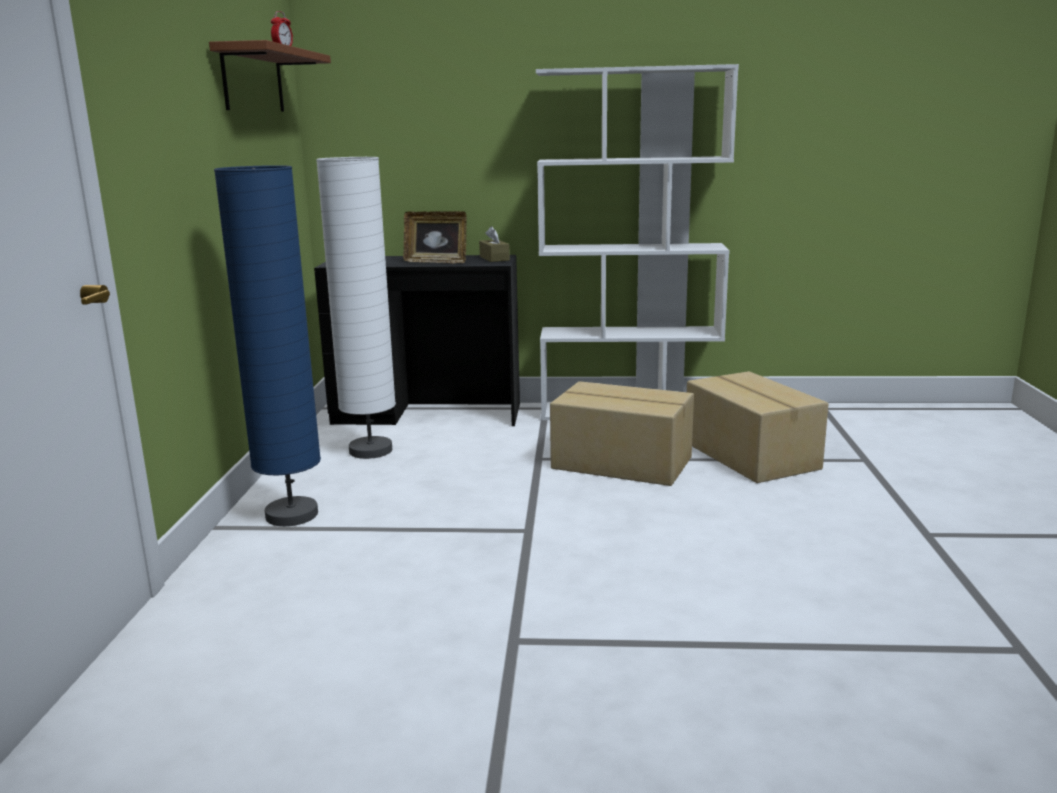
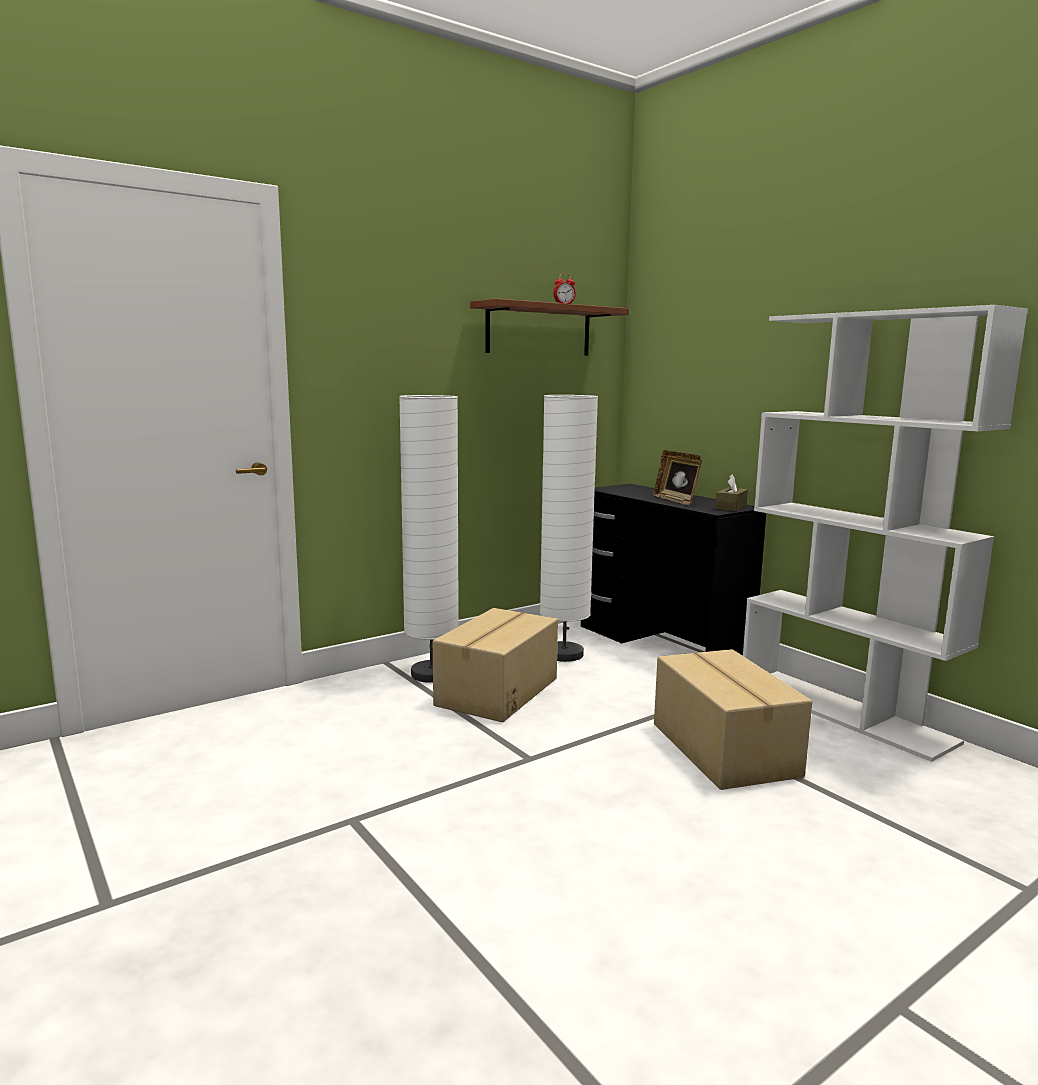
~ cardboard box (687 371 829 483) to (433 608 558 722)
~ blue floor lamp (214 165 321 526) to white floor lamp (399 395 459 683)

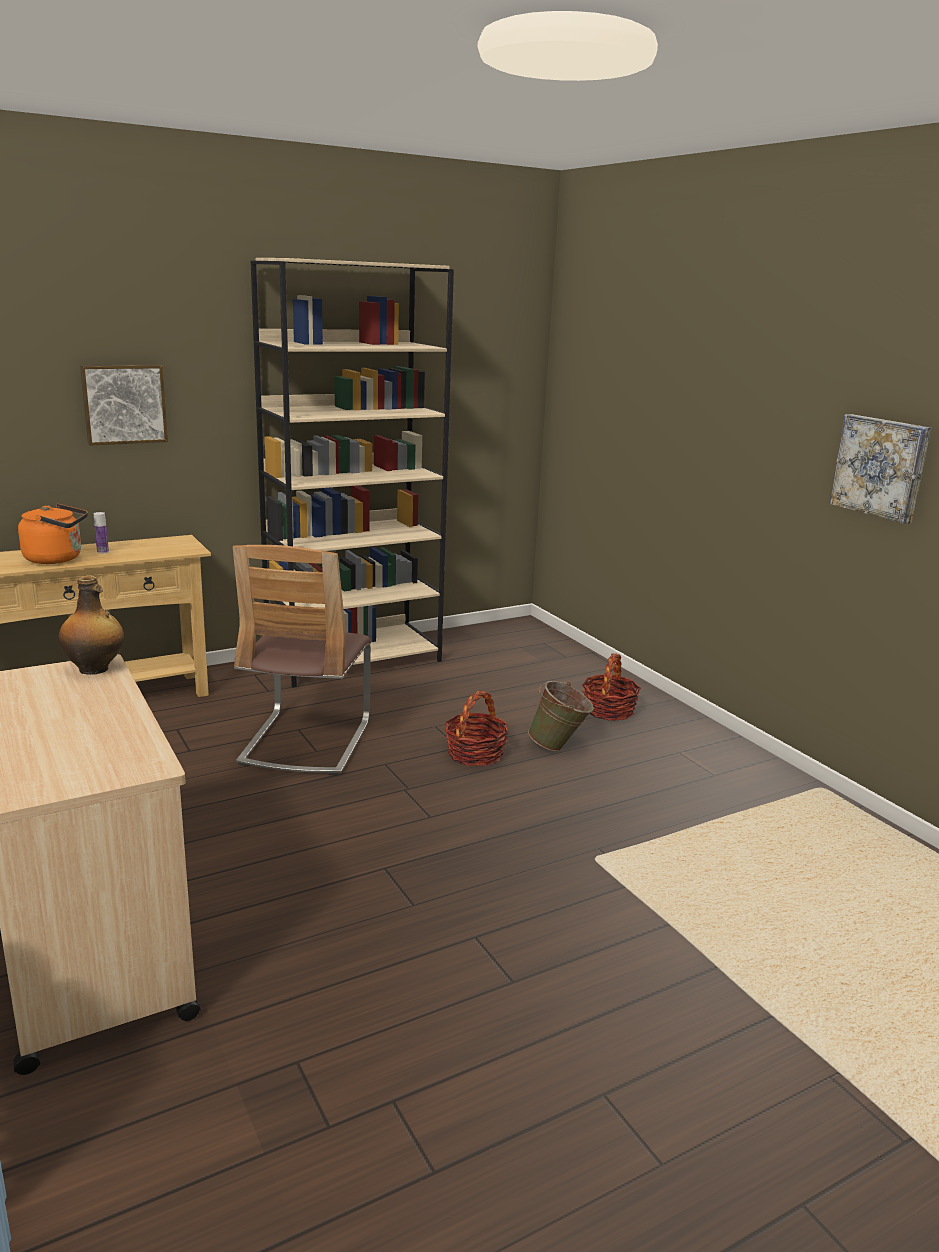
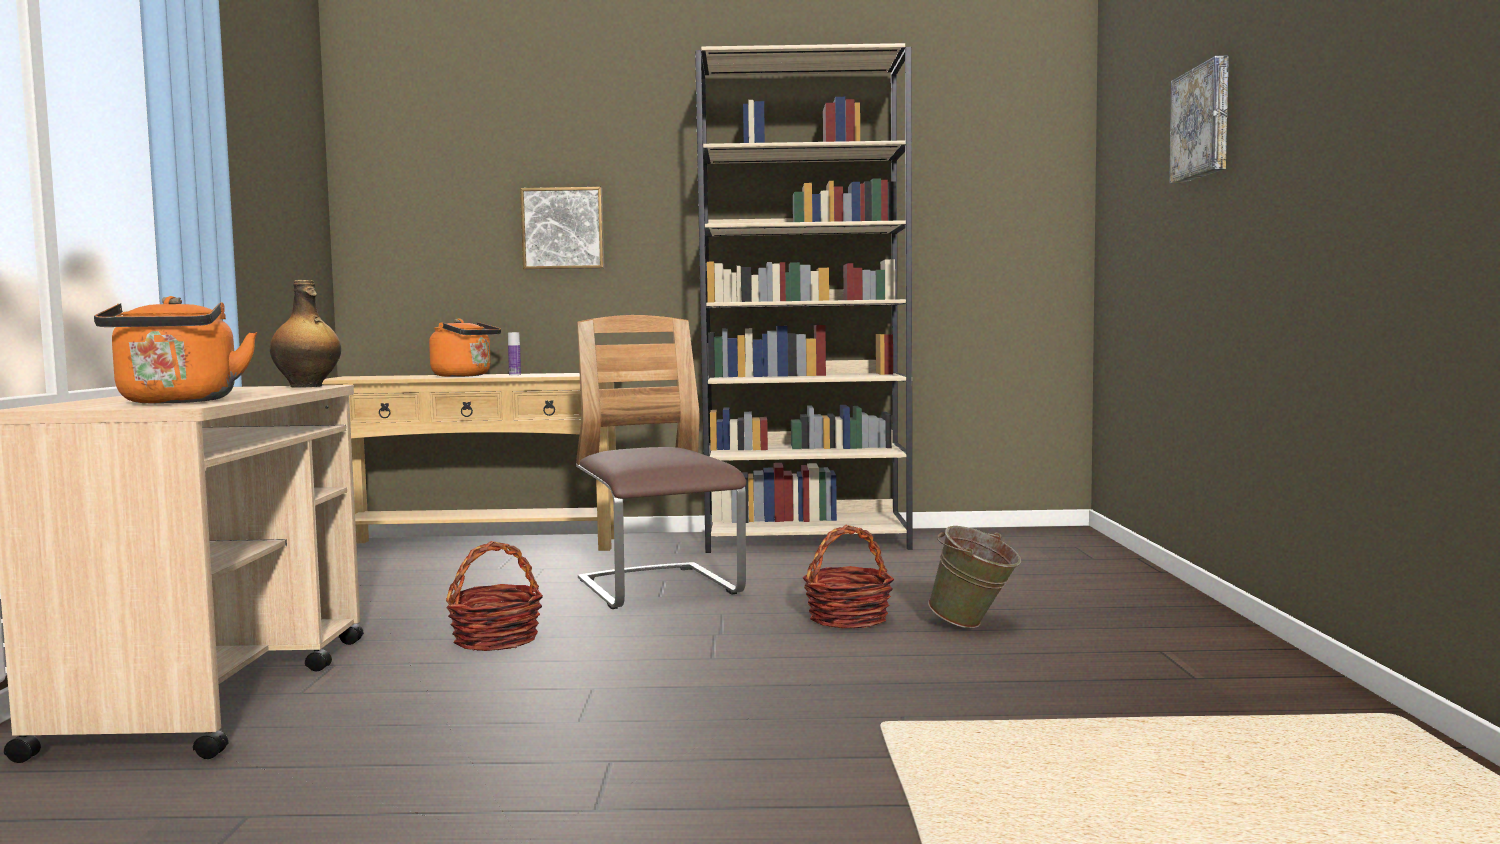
+ orange kettle (94 296 257 404)
~ basket (582 653 641 721) to (446 541 543 651)
~ picture (829 414 931 524) to (1169 56 1229 184)
~ chair (233 545 371 775) = (576 315 746 609) 120 degrees clockwise

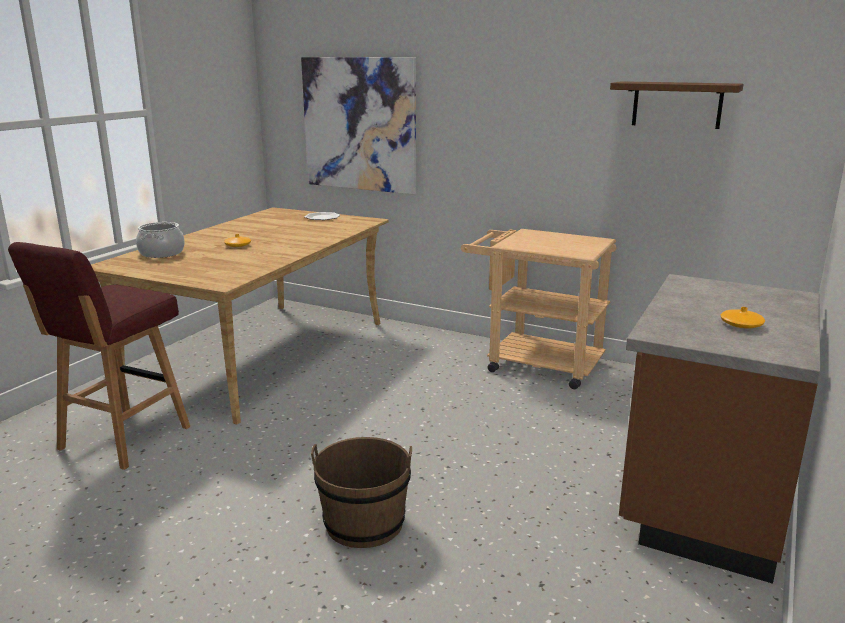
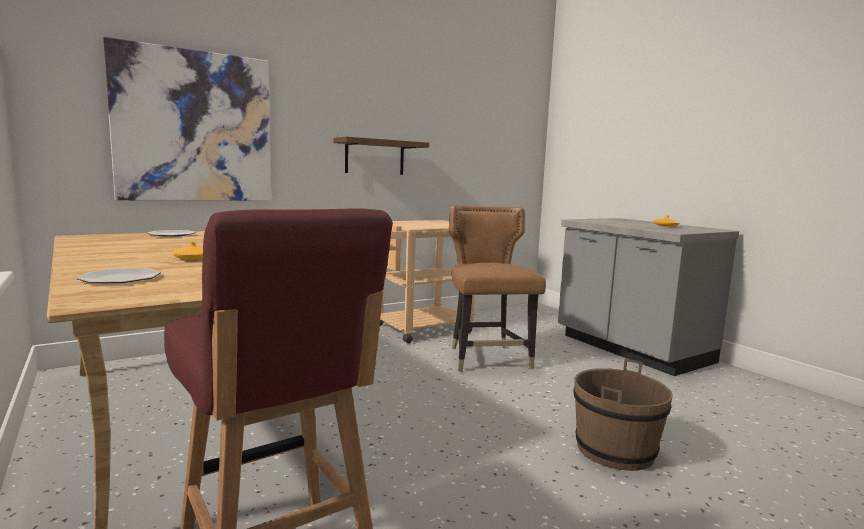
+ brown chair (449 205 546 371)
~ brown shelf (610 81 743 129) to (333 137 429 175)
~ cooking pot (136 222 185 258) to plate (76 268 161 283)
~ brown counter (619 274 820 584) to grey counter (558 218 739 376)

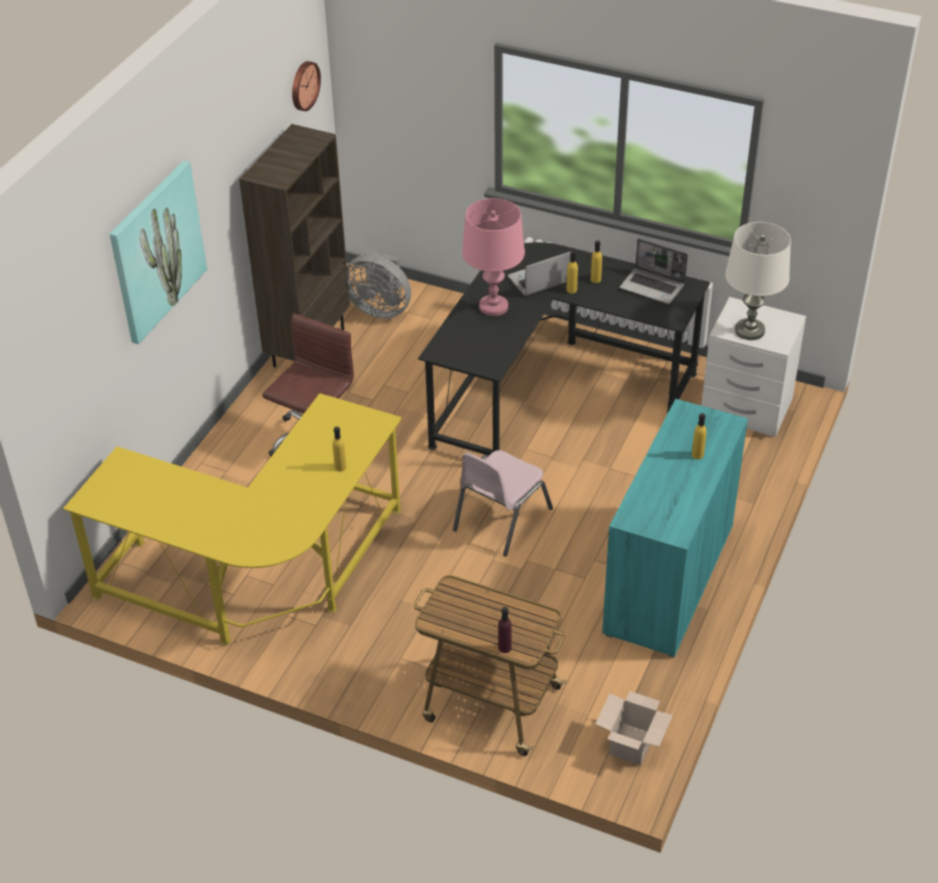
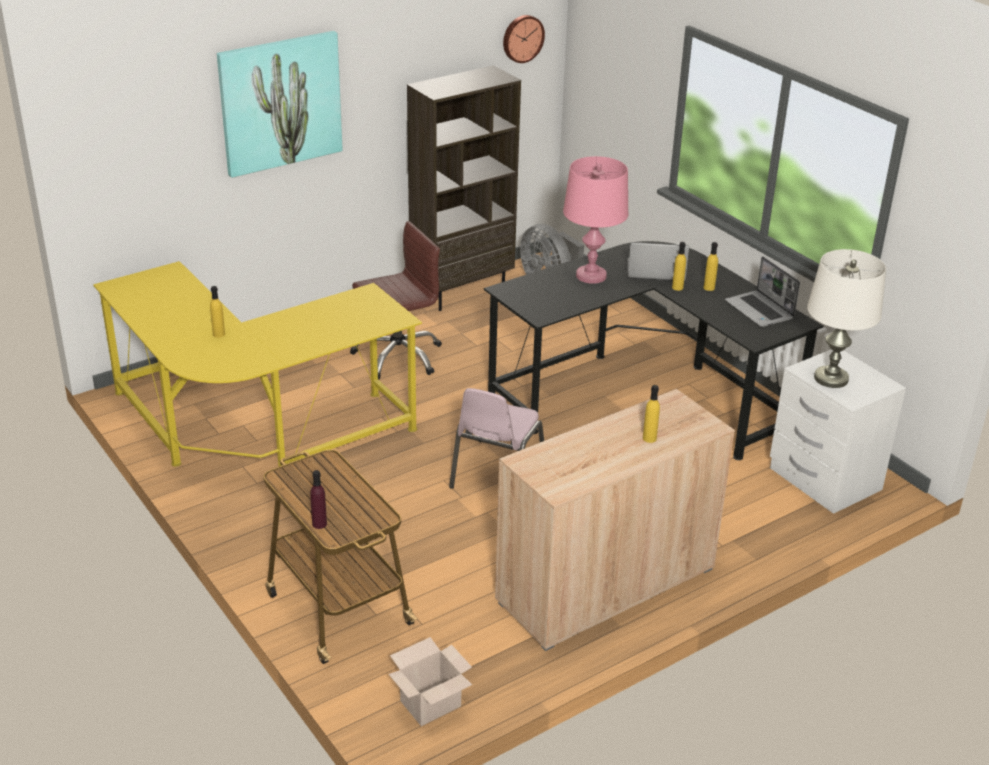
~ yellow bottle (332 427 346 472) to (210 286 225 338)
~ turquoise cabinet (602 399 748 658) to beige cabinet (495 389 735 651)
~ pink chair (453 450 553 557) = (449 388 544 489) 45 degrees counterclockwise

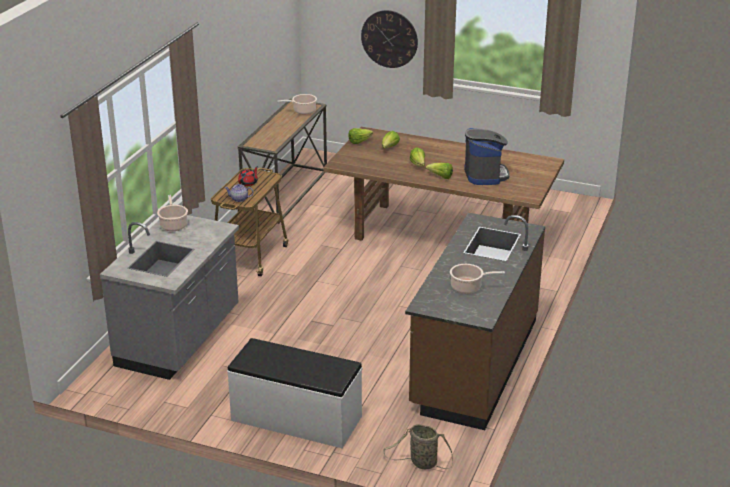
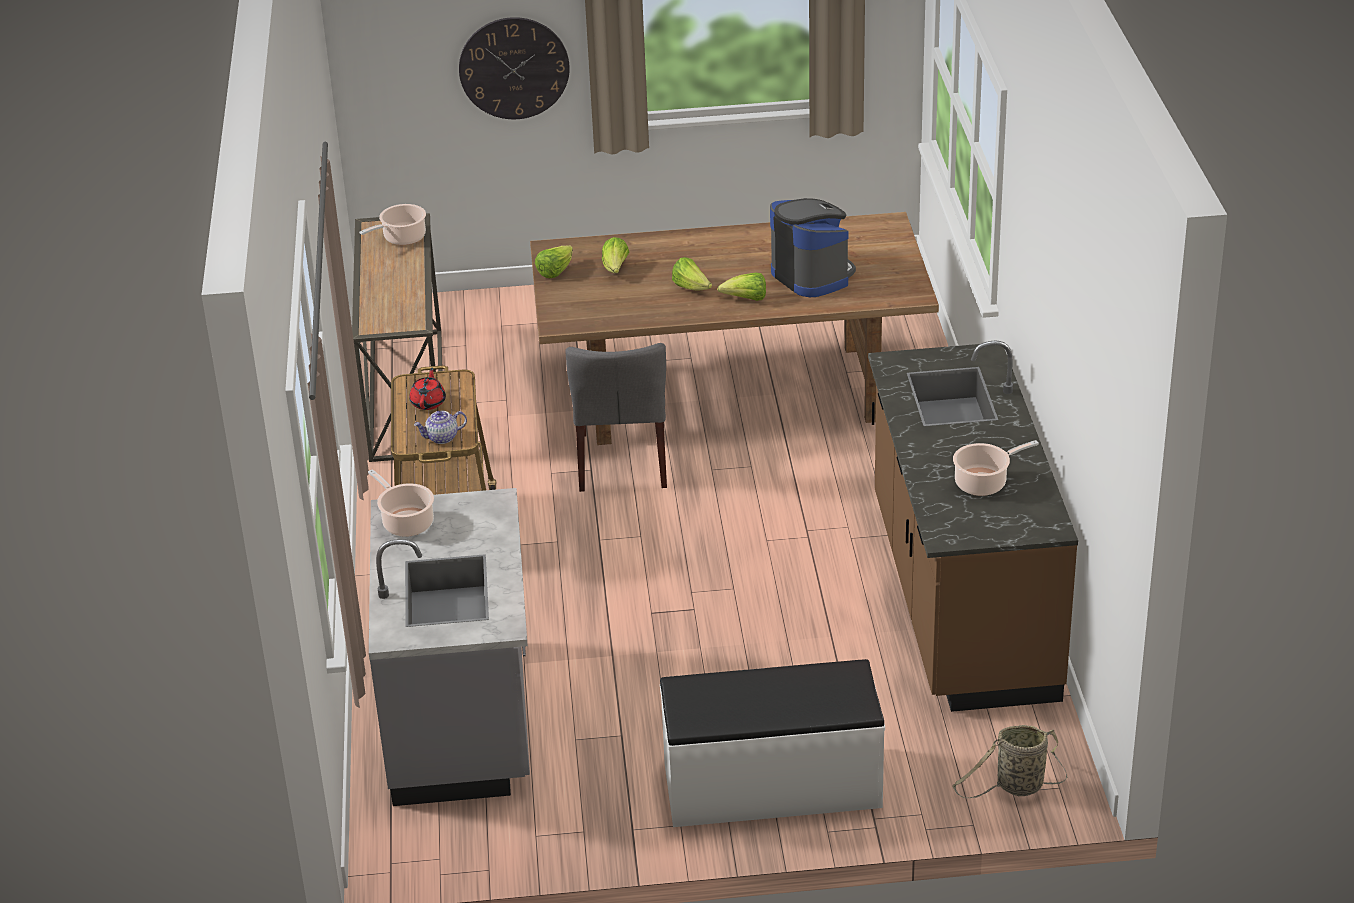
+ grey chair (565 343 667 492)

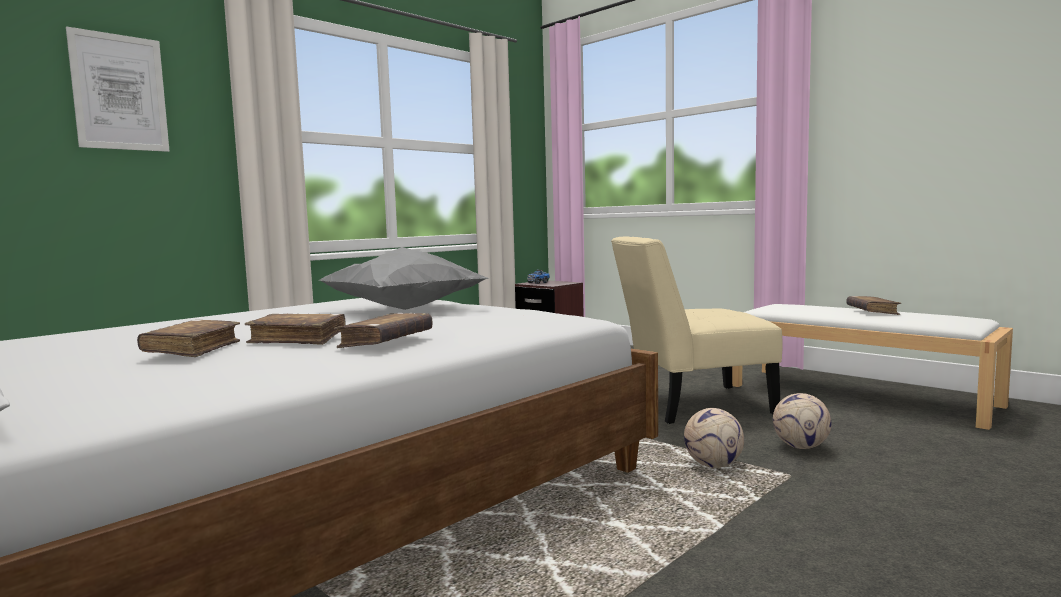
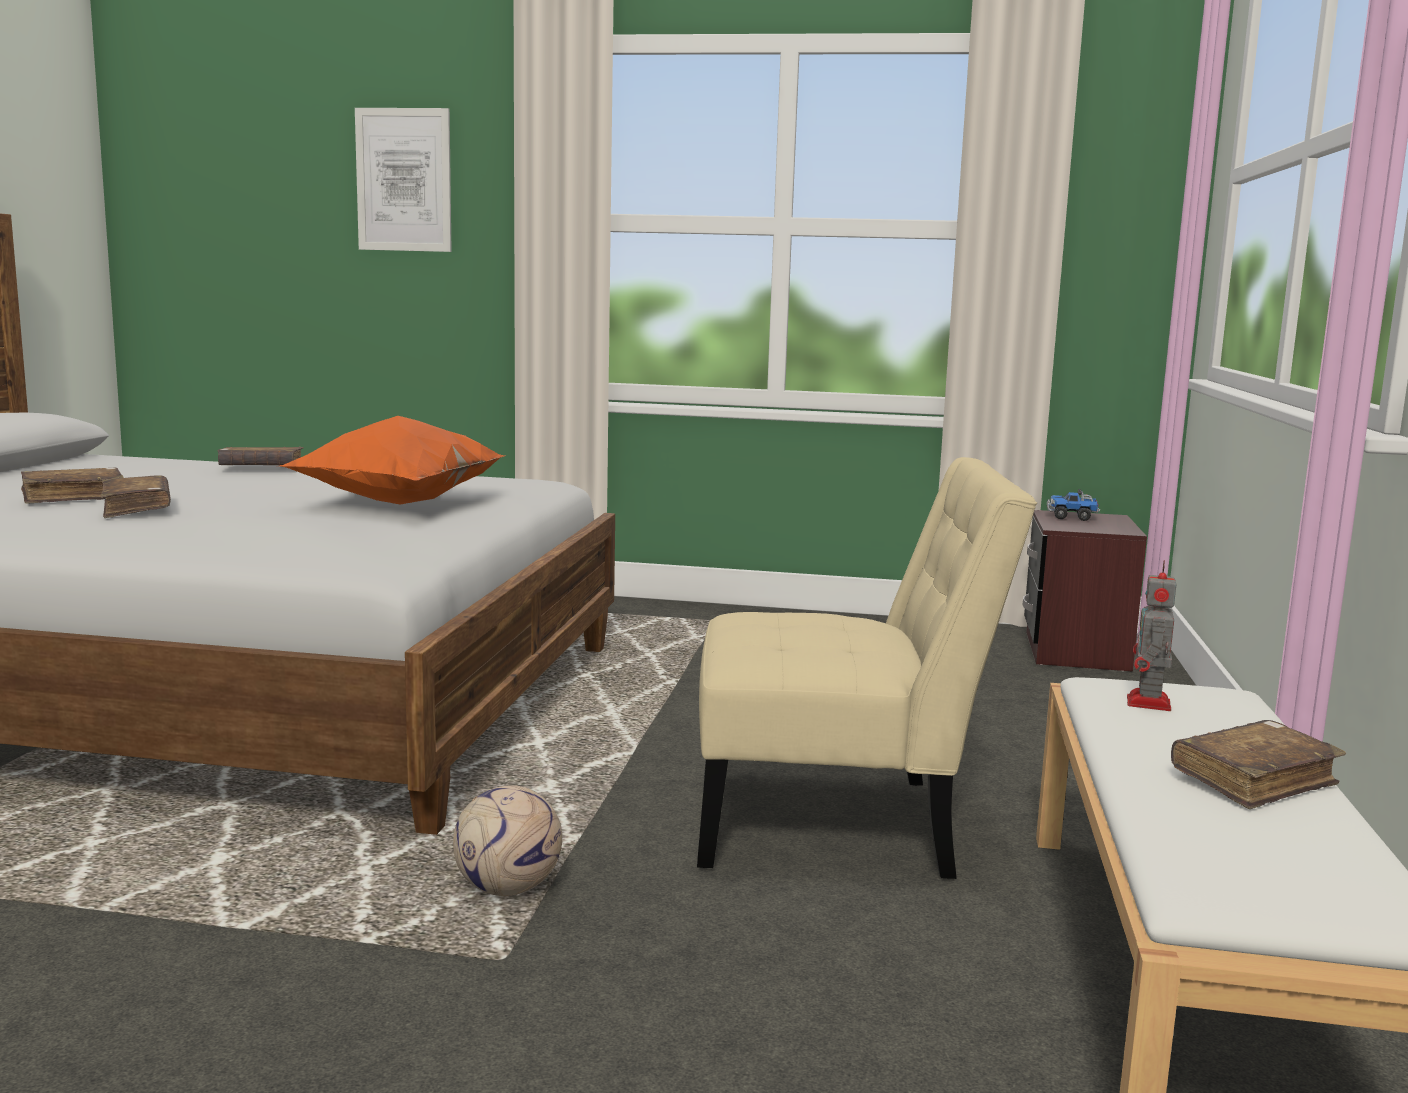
- football (773 393 832 449)
+ toy robot (1127 560 1176 711)
~ brown book (334 313 432 348) to (217 447 304 465)
~ grey pillow (319 247 489 310) to orange pillow (280 416 504 504)
~ beige chair (611 236 783 424) = (697 457 1037 879) 135 degrees clockwise

